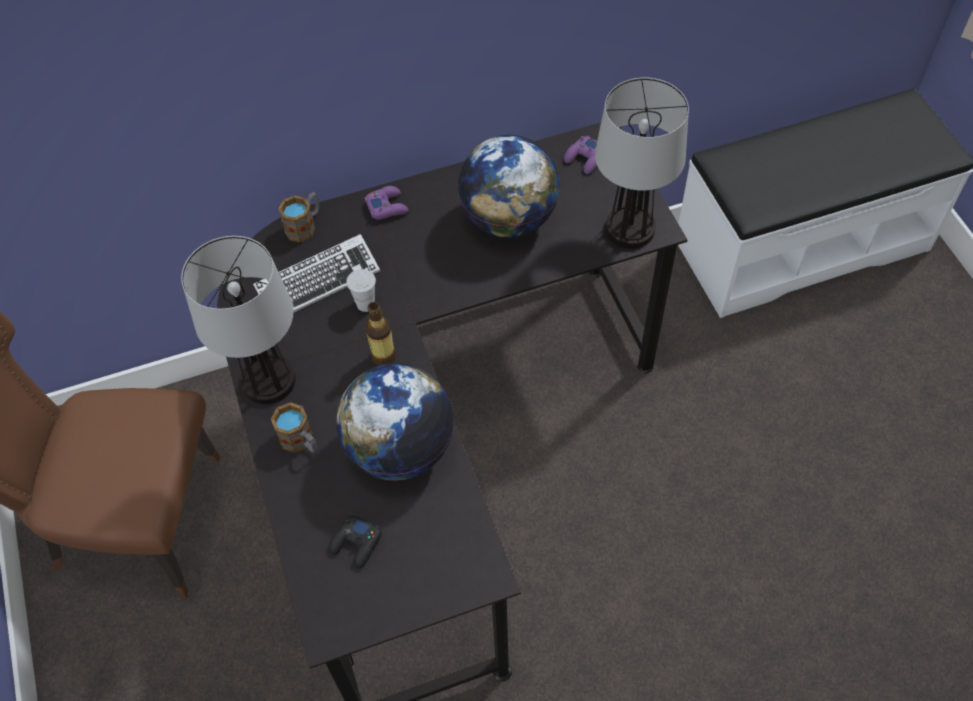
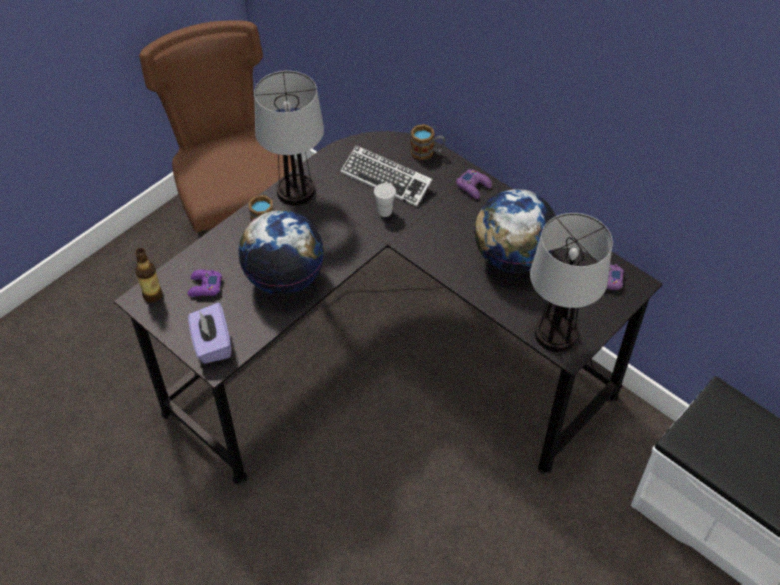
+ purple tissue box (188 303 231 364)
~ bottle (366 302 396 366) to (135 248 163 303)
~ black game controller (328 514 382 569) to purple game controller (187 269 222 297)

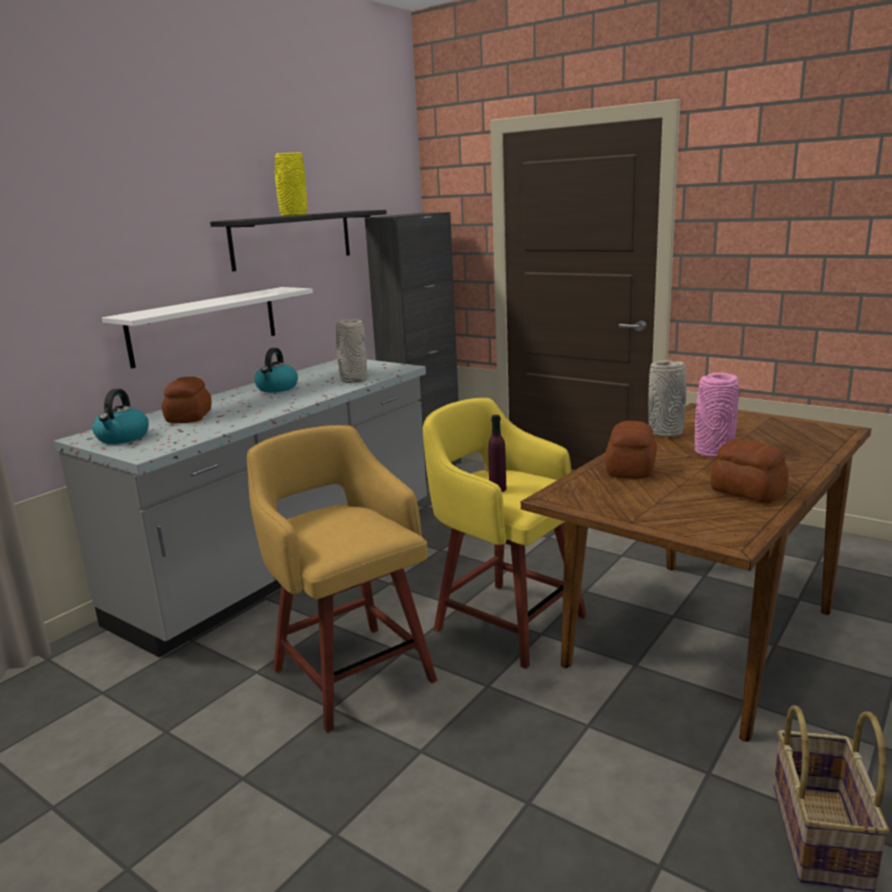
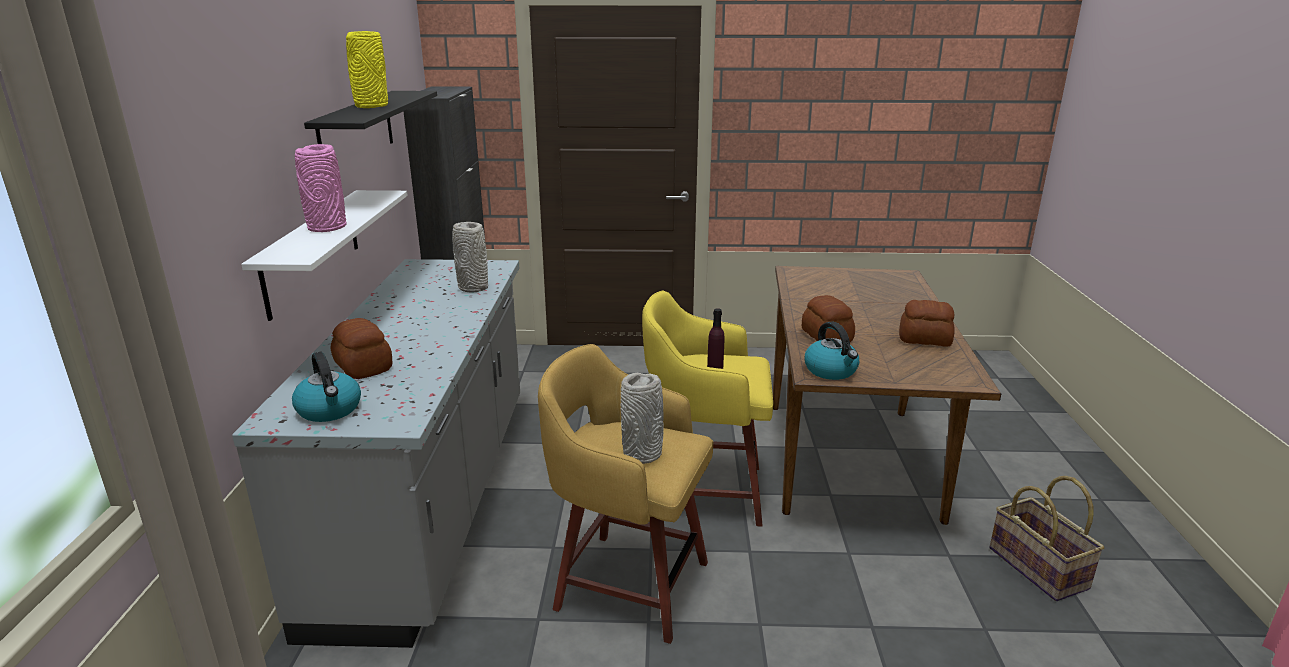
~ kettle (254 348 298 392) to (804 321 859 380)
~ grey vase (648 360 687 437) to (620 373 664 464)
~ pink vase (695 373 739 458) to (295 144 346 232)

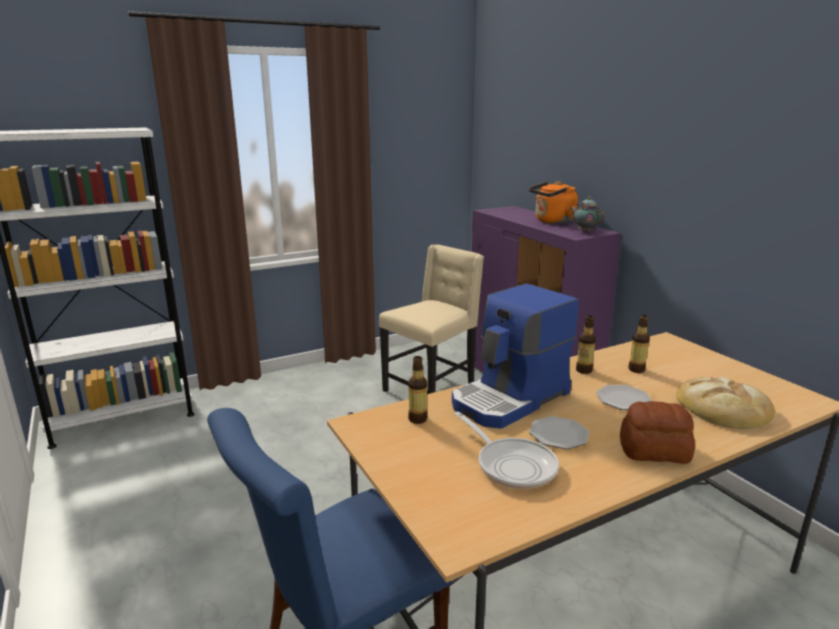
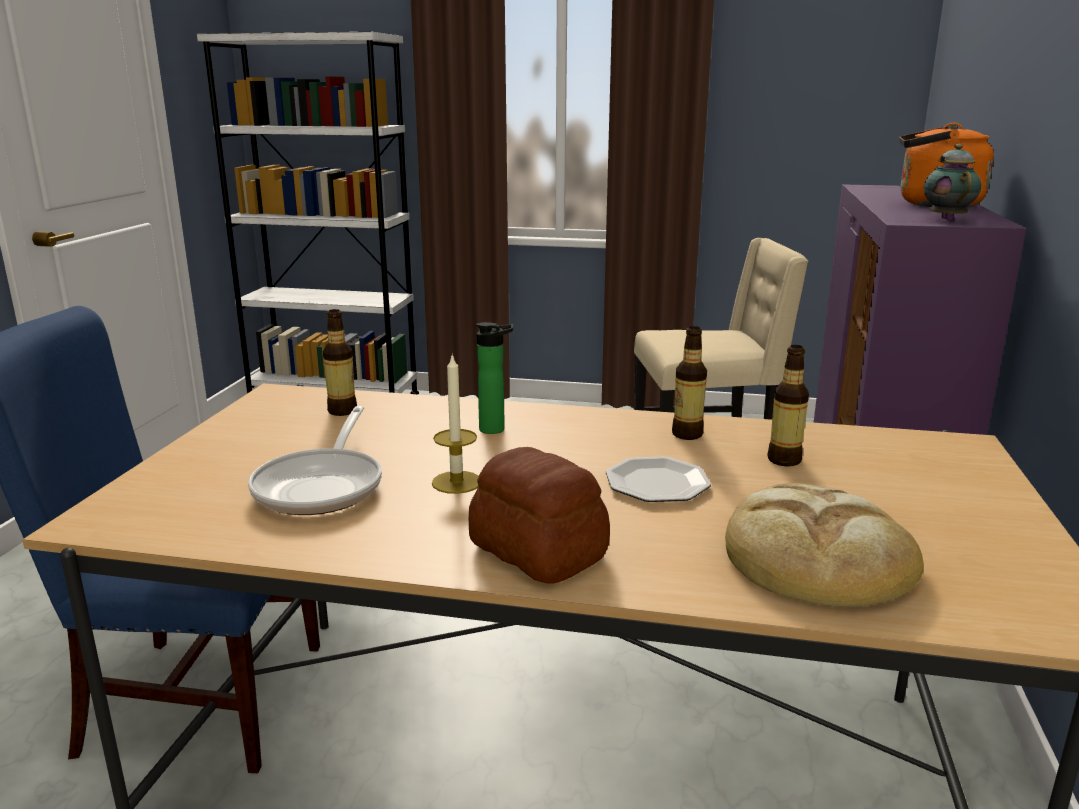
~ coffee machine (452 283 579 429) to bottle (475 322 513 434)
~ plate (529 416 589 449) to candle (432 353 479 494)

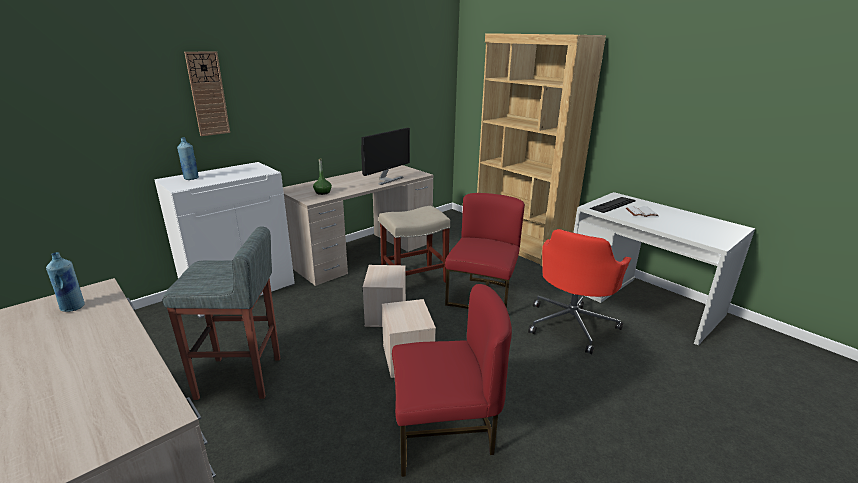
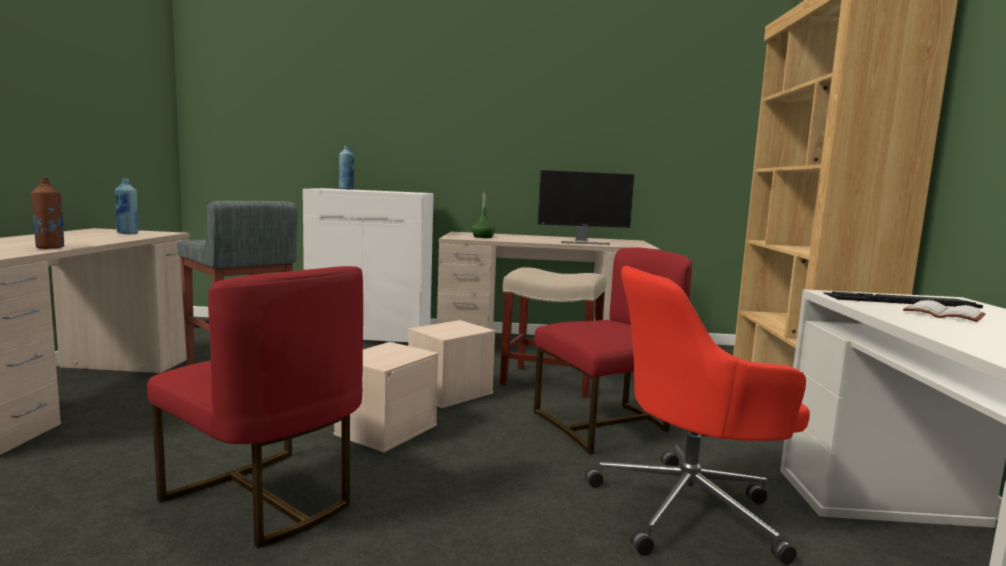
- wall clock (184 51 230 136)
+ brown bottle (31 178 65 249)

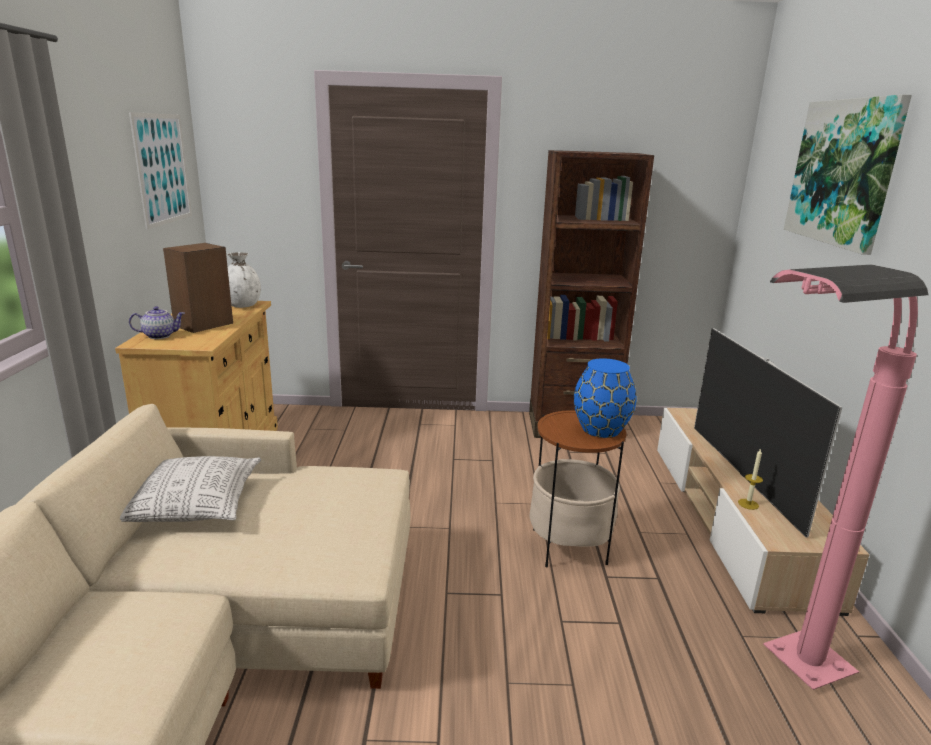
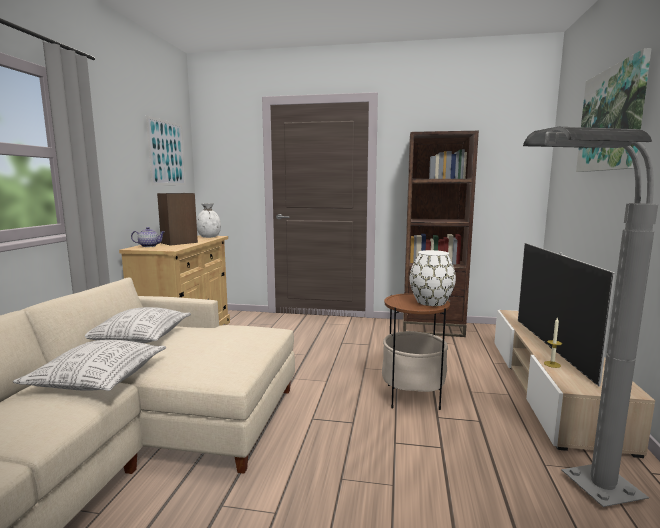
+ pillow (13 340 166 391)
~ blue vase (574 358 637 438) to white vase (410 250 456 306)
~ pink floor lamp (763 265 928 690) to grey floor lamp (523 127 658 507)

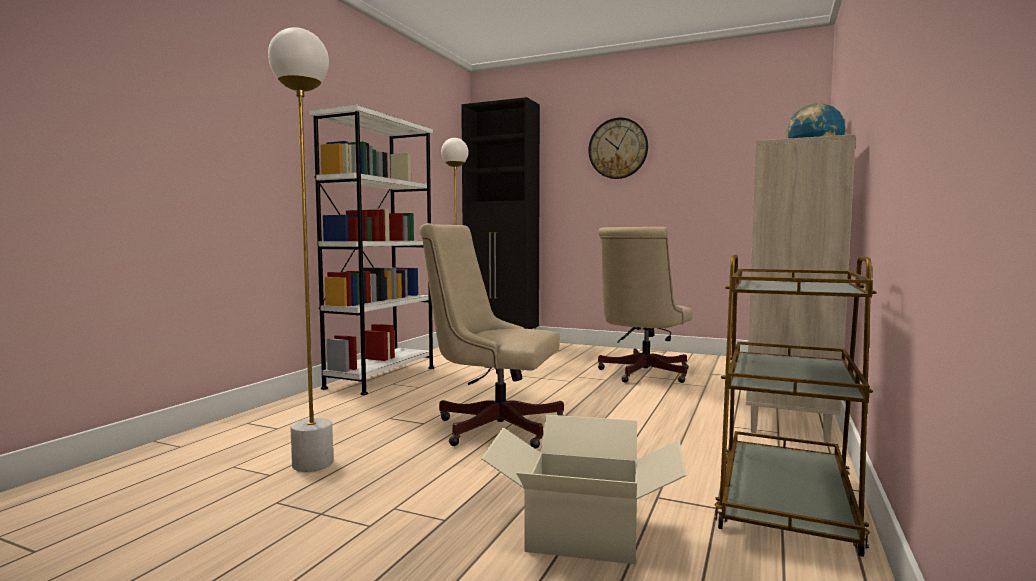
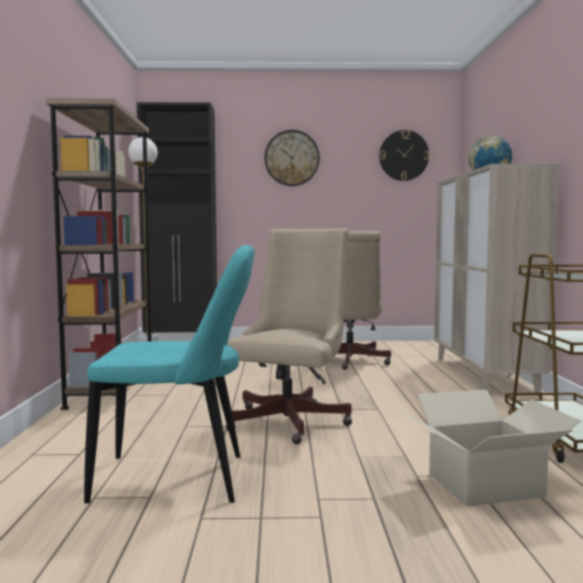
+ wall clock (379 130 429 181)
~ white floor lamp (268 27 333 472) to turquoise chair (84 245 255 504)
~ white bookcase (309 105 434 395) to brown bookcase (46 98 152 410)
~ beige office chair (419 223 564 449) = (226 228 352 444) 120 degrees clockwise

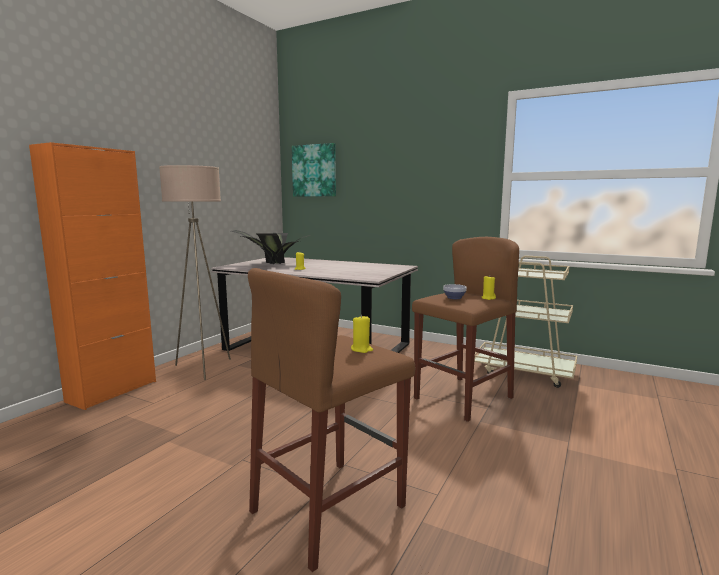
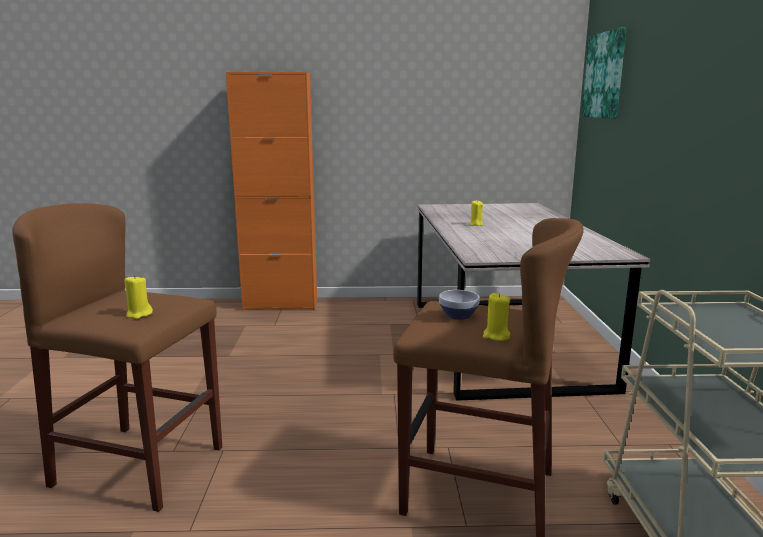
- beige floor lamp (159 165 231 380)
- potted plant (231 230 310 264)

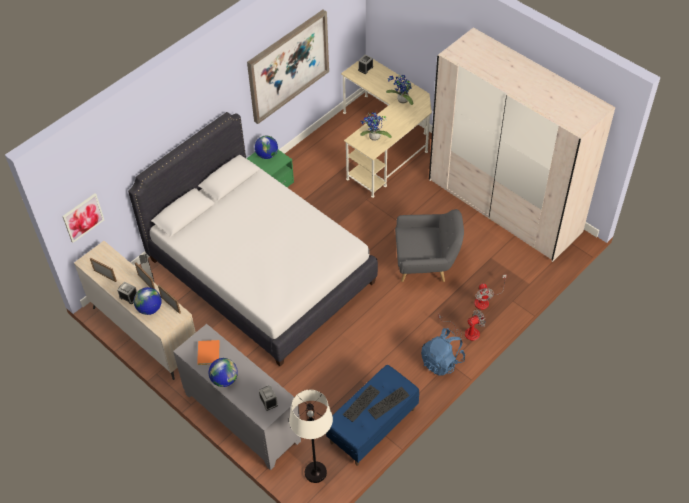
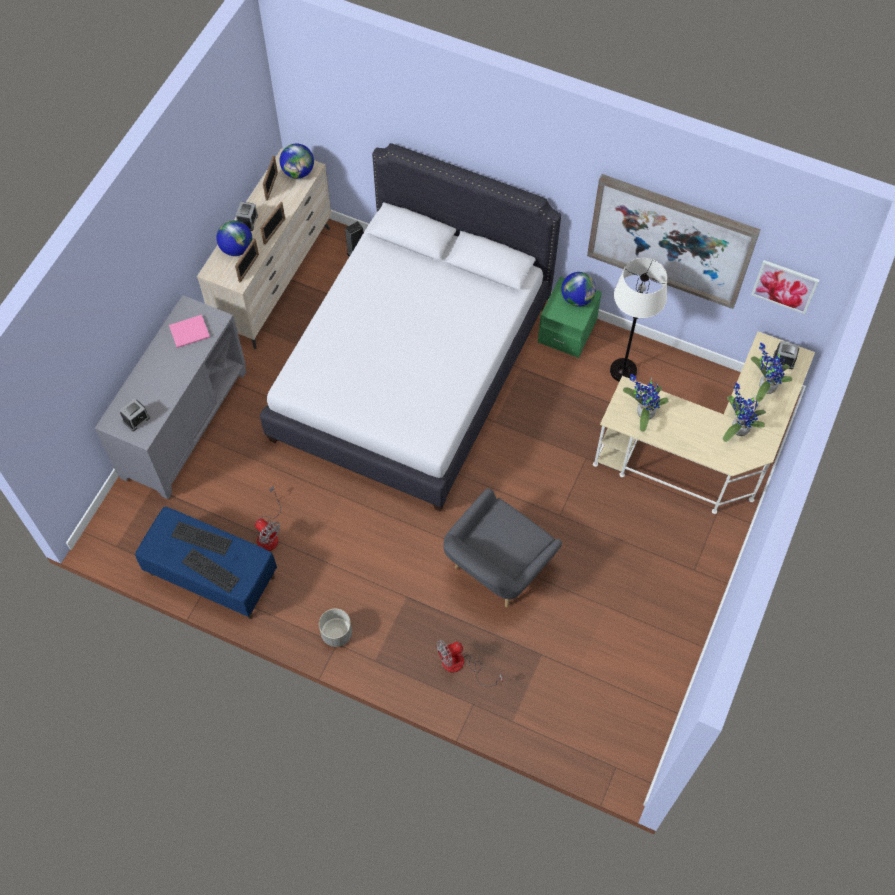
- beige wardrobe (429 27 615 262)
+ potted plant (751 343 792 402)
~ picture (62 193 104 243) to (751 260 819 314)
~ globe (209 358 238 387) to (280 144 314 179)
~ white floor lamp (289 390 333 483) to (610 258 667 382)
~ fan (438 309 486 341) to (255 485 281 551)
~ blue backpack (421 328 465 376) to grey planter (319 609 352 647)
~ orange book (197 340 220 365) to pink book (169 315 210 348)
~ grey armchair (395 209 464 282) = (443 488 562 607) 60 degrees clockwise

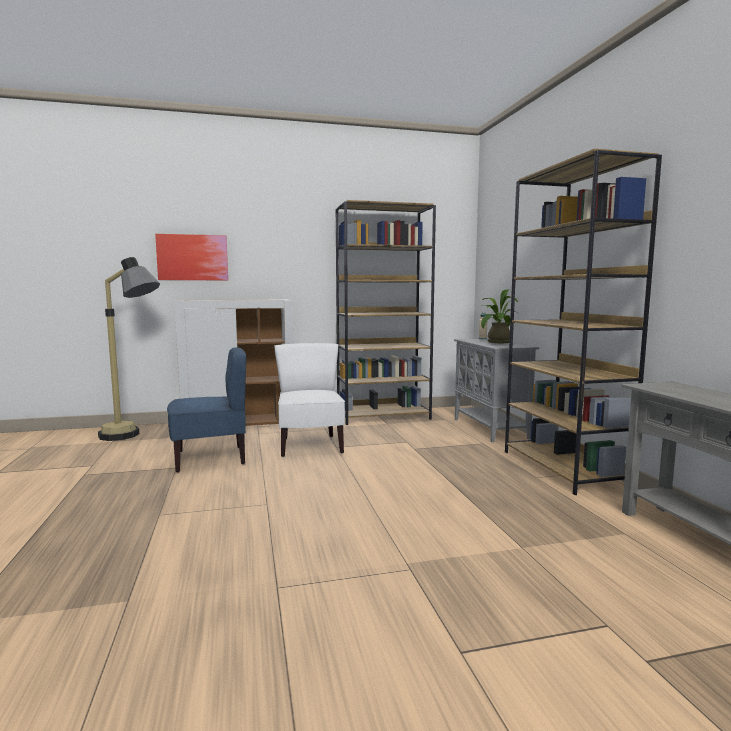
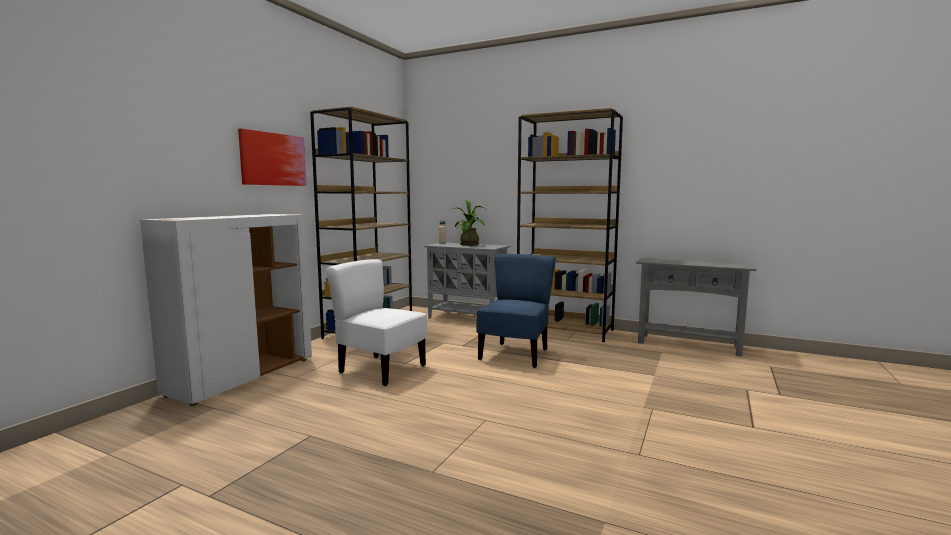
- floor lamp (98 257 160 441)
~ picture (155 234 228 280) to (238 129 306 186)
~ blue chair (167 347 246 472) to (476 254 556 368)

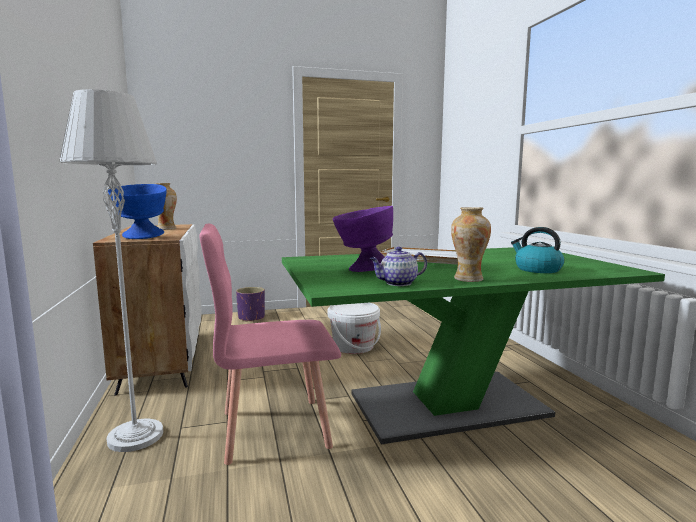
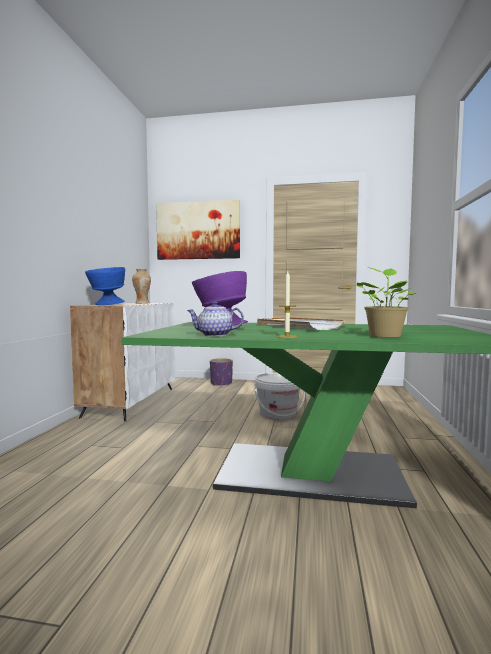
- grey floor lamp (59 89 163 452)
- pink chair (200 224 341 465)
+ picture (156 200 240 260)
~ vase (451 207 491 282) to candle (277 271 297 338)
~ kettle (511 227 565 273) to potted plant (355 267 416 338)

